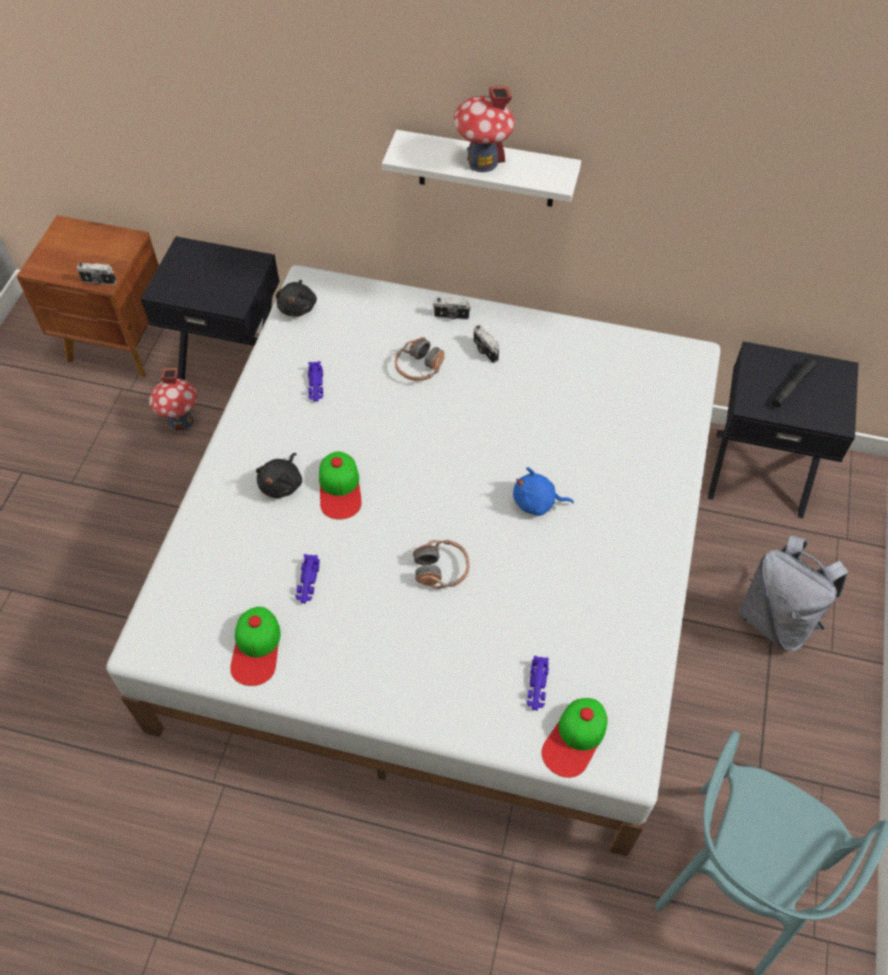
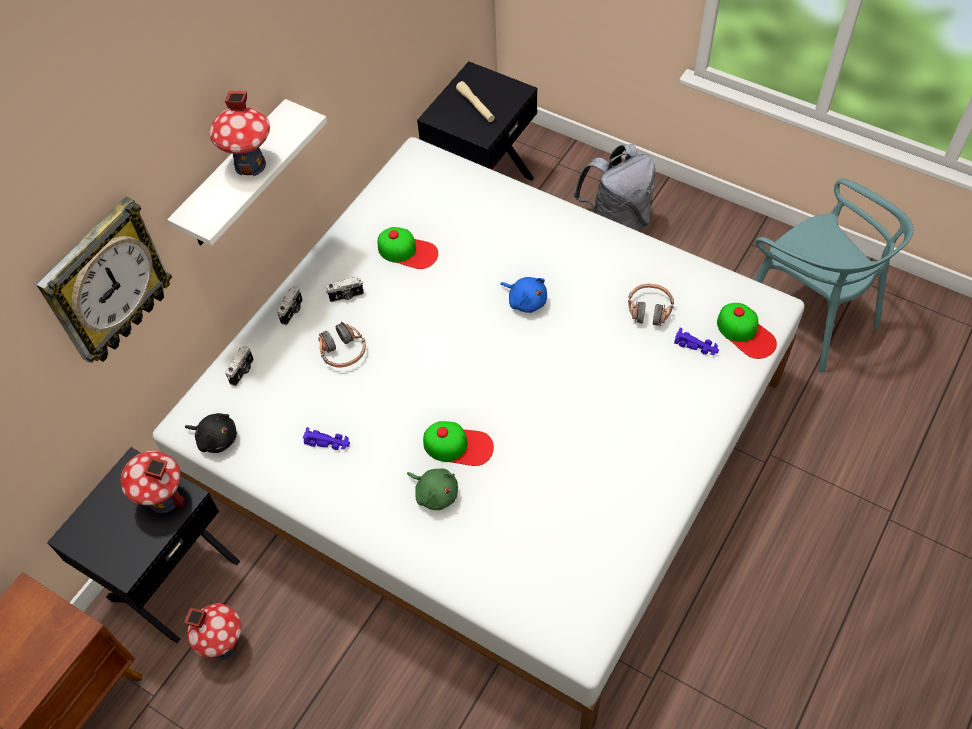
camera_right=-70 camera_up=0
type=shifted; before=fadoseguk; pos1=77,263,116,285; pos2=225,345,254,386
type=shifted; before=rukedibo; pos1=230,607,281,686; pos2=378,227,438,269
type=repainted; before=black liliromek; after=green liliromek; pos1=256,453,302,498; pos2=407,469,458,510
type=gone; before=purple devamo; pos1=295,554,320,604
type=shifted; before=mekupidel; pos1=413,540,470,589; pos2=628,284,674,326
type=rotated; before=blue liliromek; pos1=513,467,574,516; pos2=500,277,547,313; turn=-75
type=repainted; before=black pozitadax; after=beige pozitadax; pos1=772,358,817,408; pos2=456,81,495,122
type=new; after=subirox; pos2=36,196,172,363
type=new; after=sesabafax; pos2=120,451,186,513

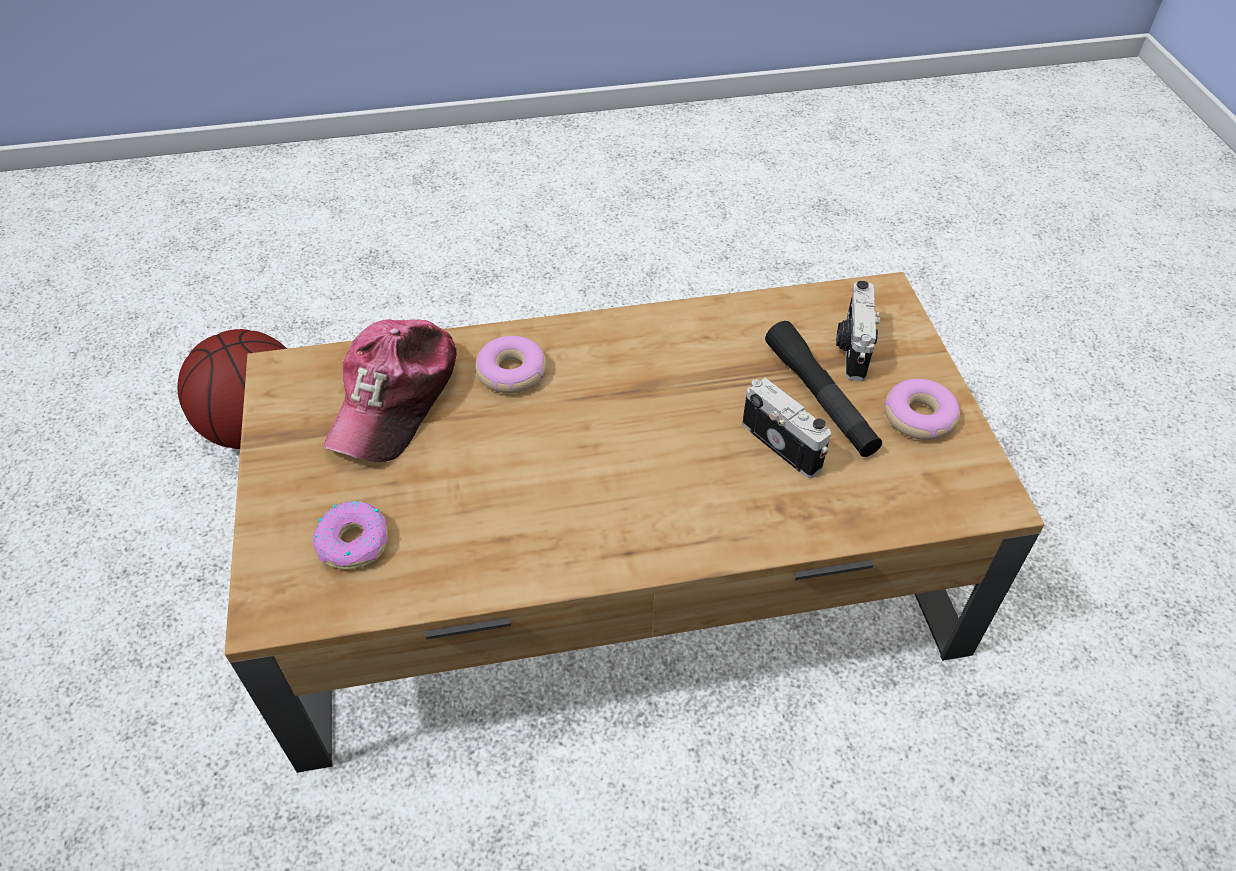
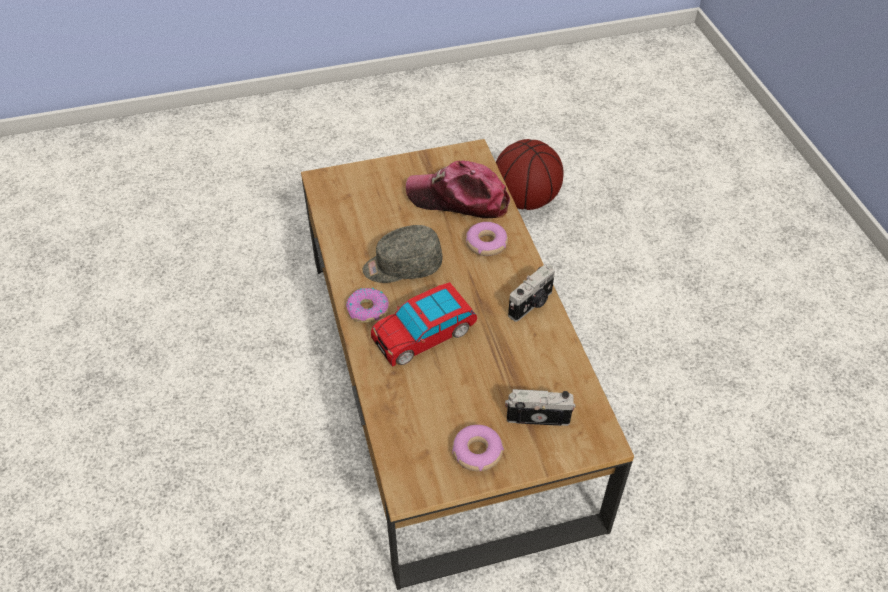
camera_right=85 camera_up=0
type=shifted; before=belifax; pos1=313,501,388,569; pos2=346,288,389,323
type=shifted; before=fadoseguk; pos1=742,378,831,478; pos2=508,264,555,322
type=gone; before=black pozitadax; pos1=765,321,882,457
type=new; after=grey rukedibo; pos2=363,225,443,283
type=new; after=devamo; pos2=371,282,477,367

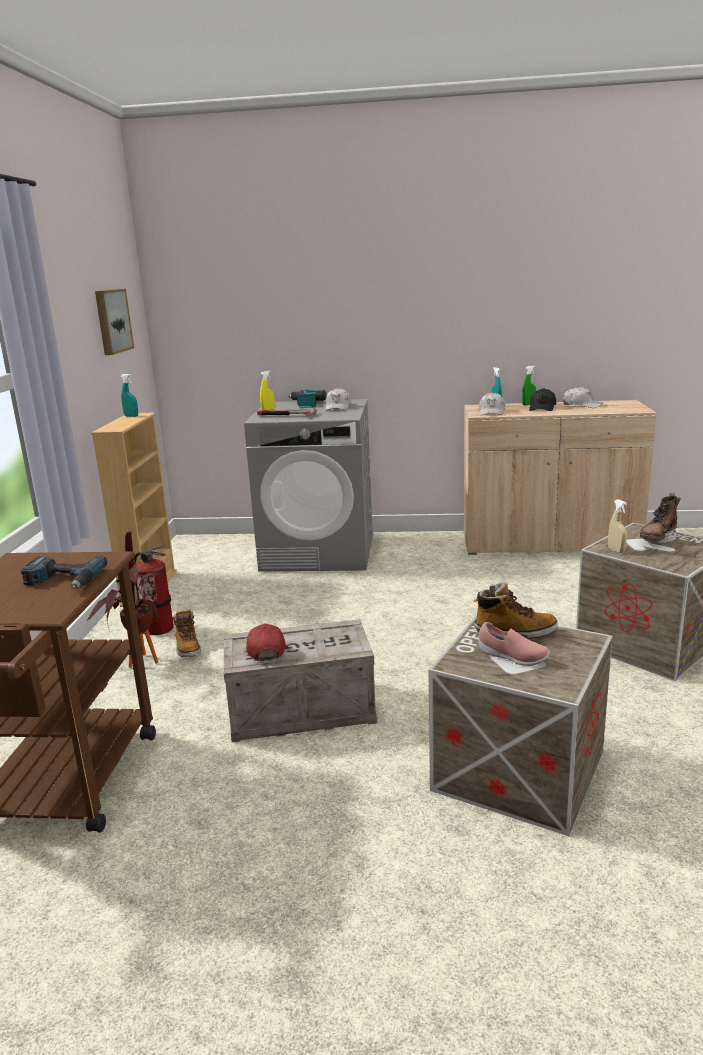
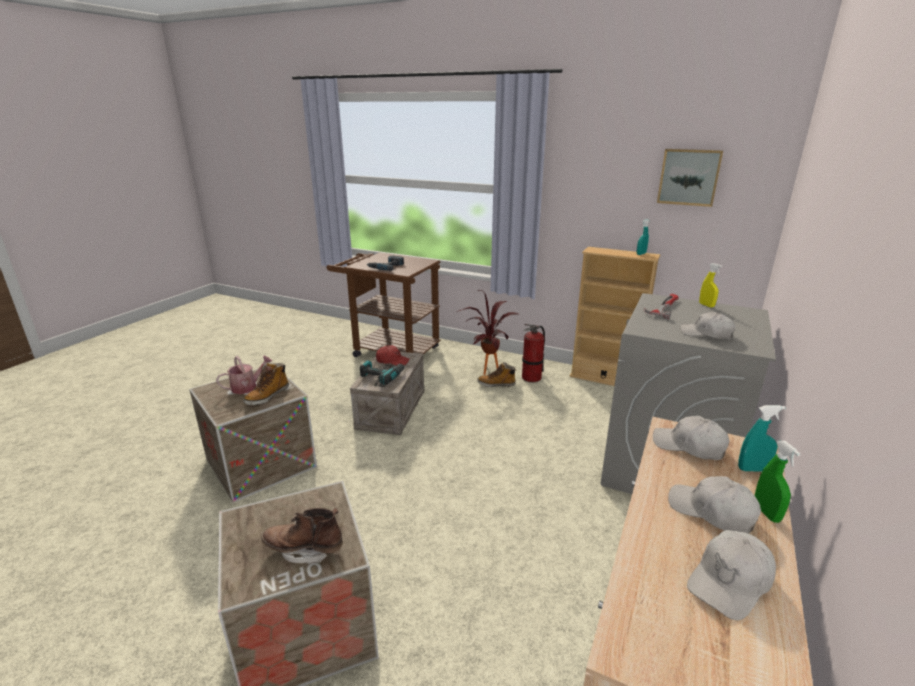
camera_right=110 camera_up=5
type=shifted; before=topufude; pos1=287,390,327,408; pos2=360,360,404,385
type=swapped; before=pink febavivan; after=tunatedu; pos1=479,622,550,666; pos2=216,355,272,394
type=repainted; before=black rukedibo; after=white rukedibo; pos1=529,388,556,411; pos2=668,476,761,534
type=gone; before=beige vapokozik; pos1=608,499,627,553
type=rotated; before=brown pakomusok; pos1=638,493,681,544; pos2=261,508,343,564; turn=-60

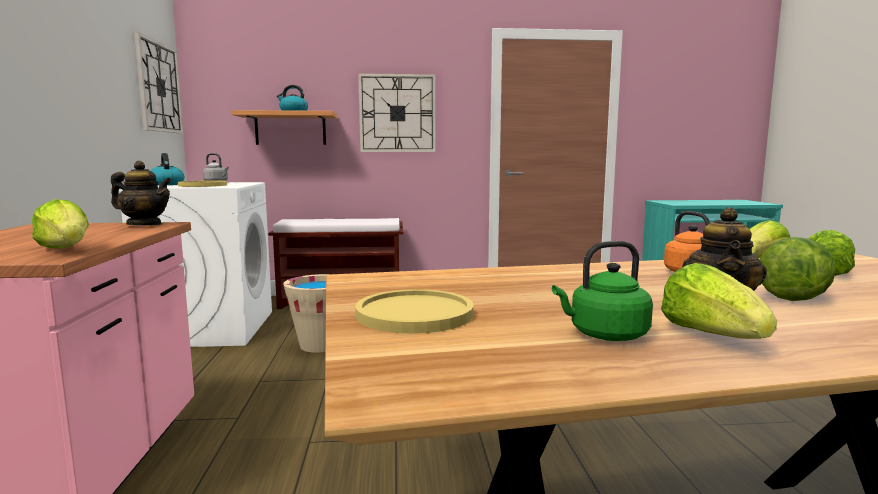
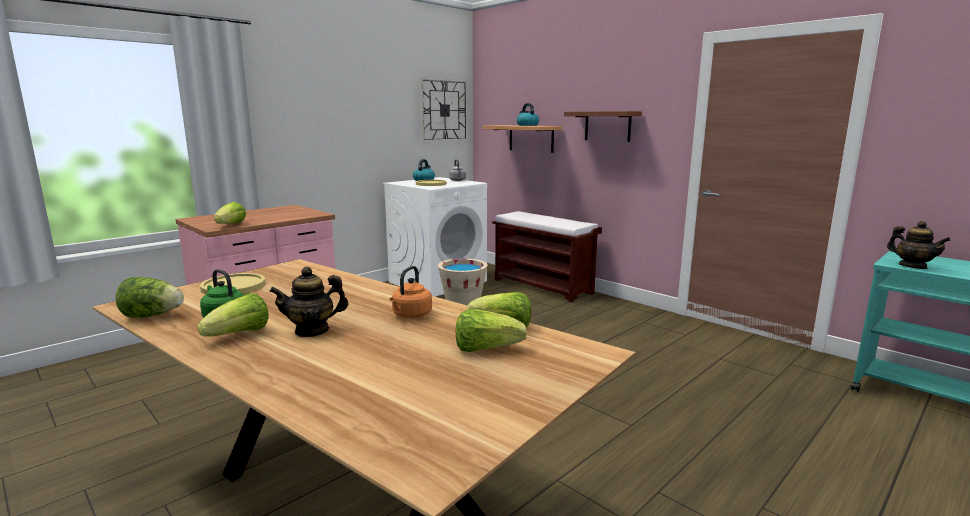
camera_right=50 camera_up=5
type=shifted; before=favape; pos1=111,161,172,225; pos2=887,221,951,269
type=swapped; before=subirox; after=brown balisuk; pos1=358,73,436,152; pos2=564,111,642,142
type=shifted; before=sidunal; pos1=760,237,836,301; pos2=115,277,184,318

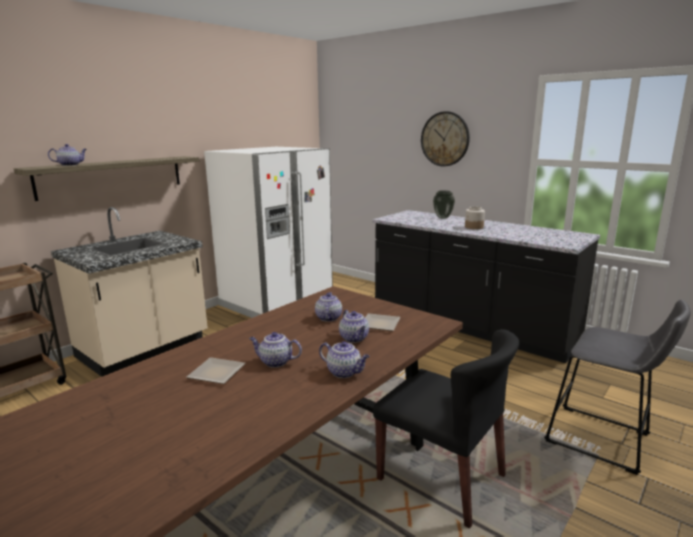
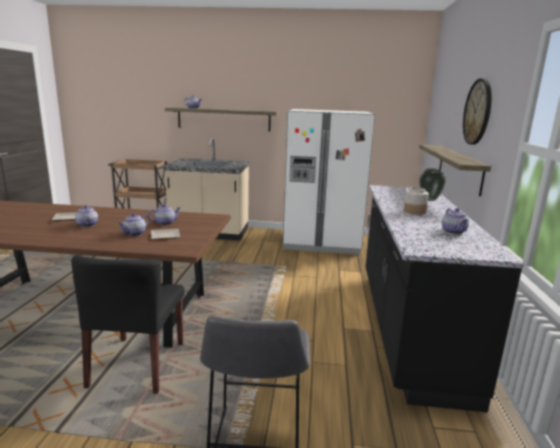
camera_right=55 camera_up=0
type=shifted; before=favape; pos1=319,341,370,378; pos2=442,208,469,234
type=new; after=balisuk; pos2=419,144,491,196

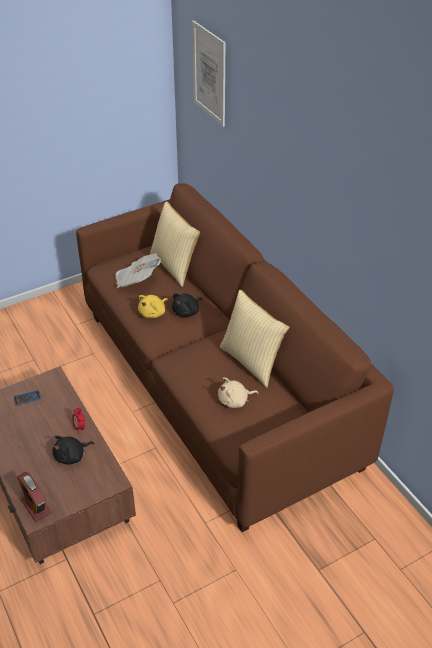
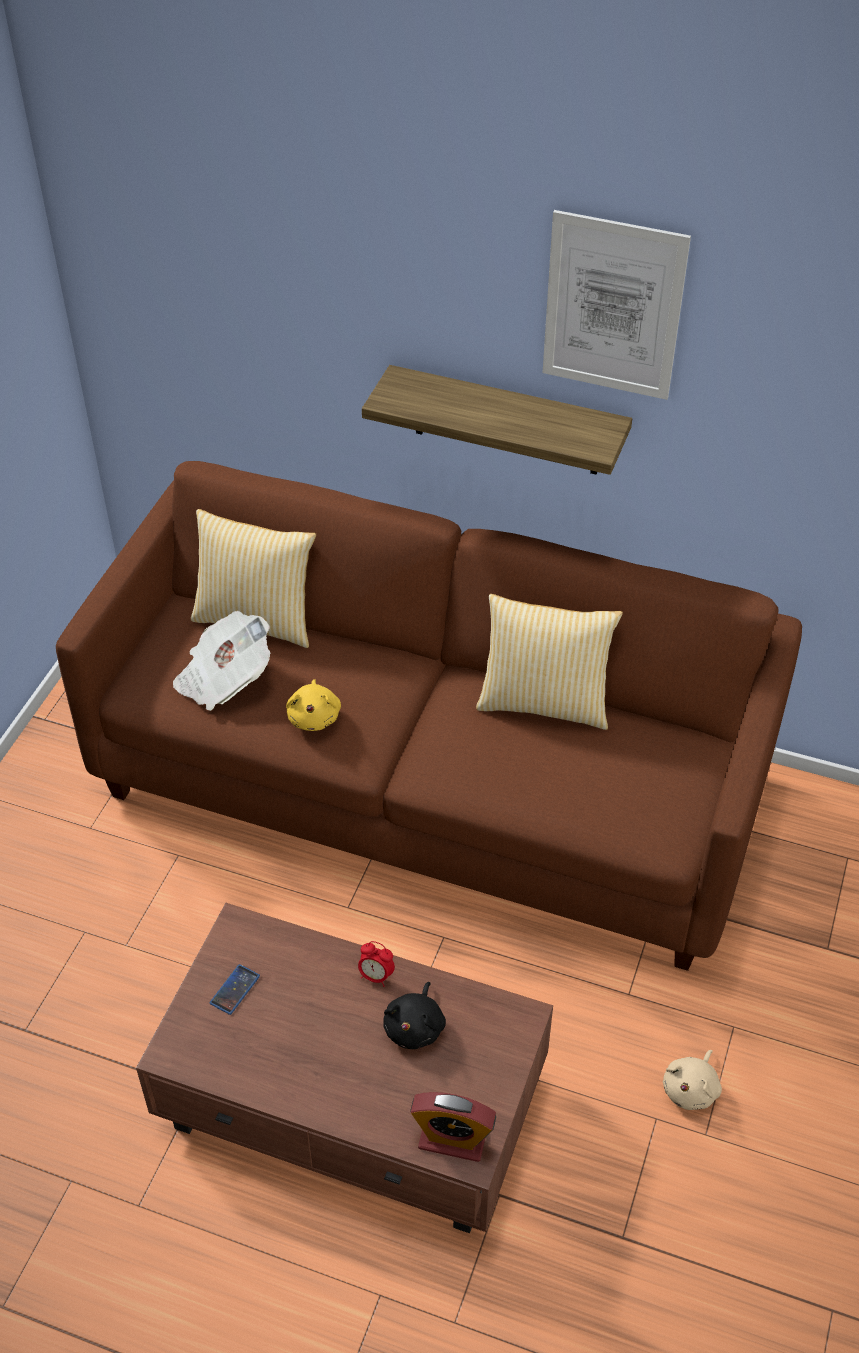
camera_right=-40 camera_up=5
type=gone; before=black liliromek; pos1=172,293,202,317
type=shifted; before=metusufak; pos1=192,21,225,127; pos2=542,210,691,400
type=shifted; before=beige liliromek; pos1=218,377,259,408; pos2=663,1050,722,1110
type=new; after=balisuk; pos2=362,365,632,475

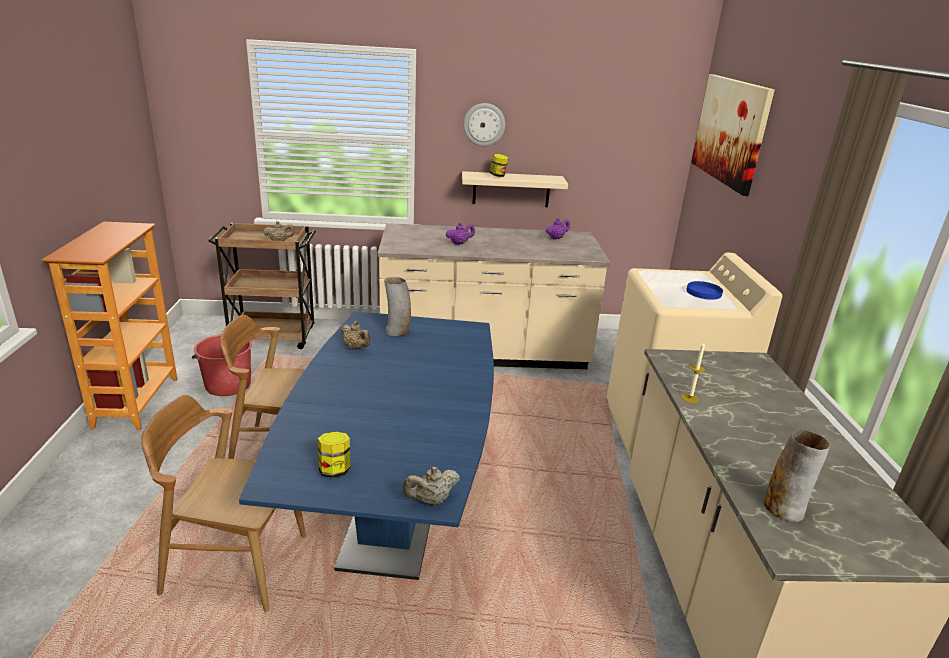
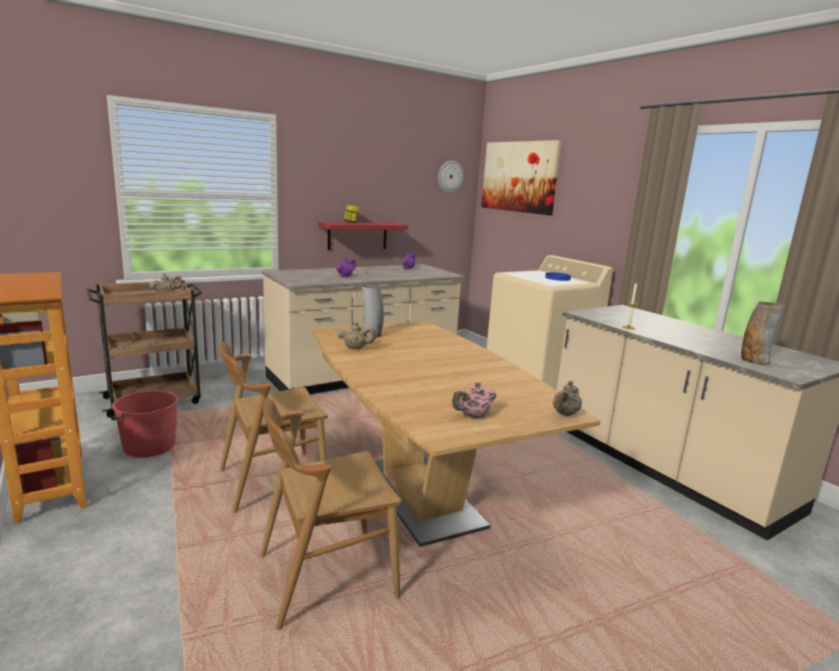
camera_right=-30 camera_up=-10
type=repainted; before=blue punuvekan; after=brown punuvekan; pos1=239,311,494,580; pos2=313,322,600,547
type=swapped; before=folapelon; after=pink favape; pos1=318,431,350,478; pos2=452,382,496,418
type=repainted; before=beige balisuk; after=red balisuk; pos1=462,171,568,207; pos2=318,222,408,250
type=shifted; before=subirox; pos1=463,103,505,146; pos2=438,160,464,193

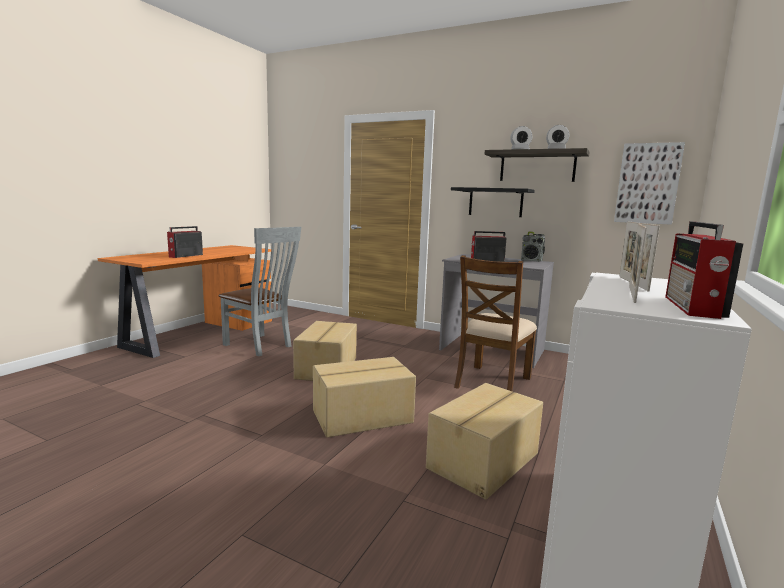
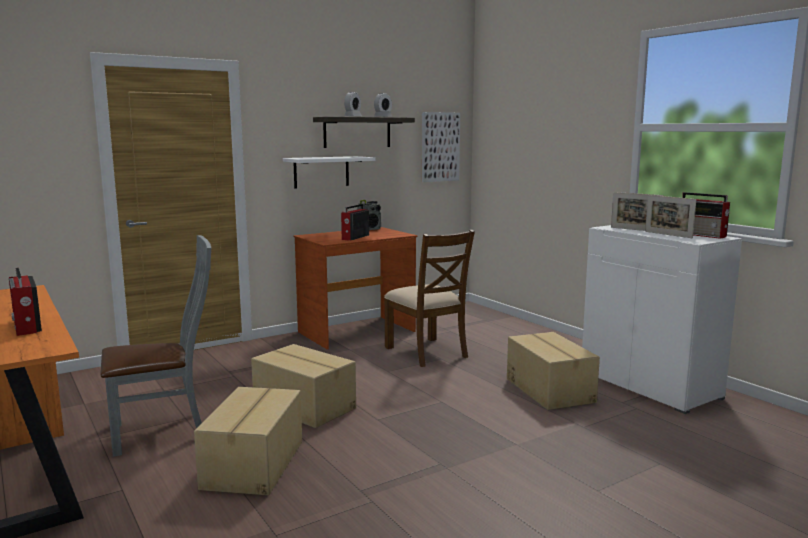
camera_right=-60 camera_up=0
type=shifted; before=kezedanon; pos1=313,357,416,437; pos2=194,387,302,496
type=repainted; before=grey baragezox; after=brown baragezox; pos1=439,254,554,368; pos2=294,227,418,349
type=repainted; before=black balisuk; after=white balisuk; pos1=451,187,535,217; pos2=283,156,375,189

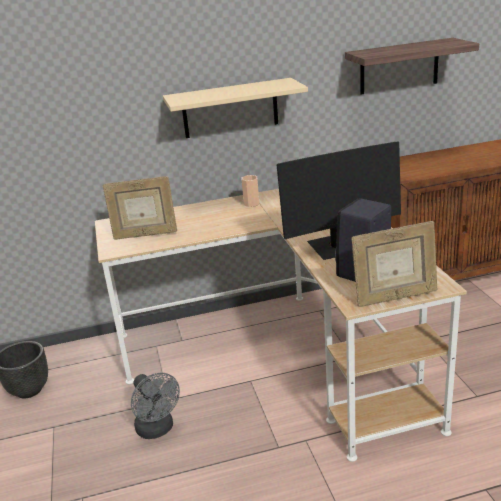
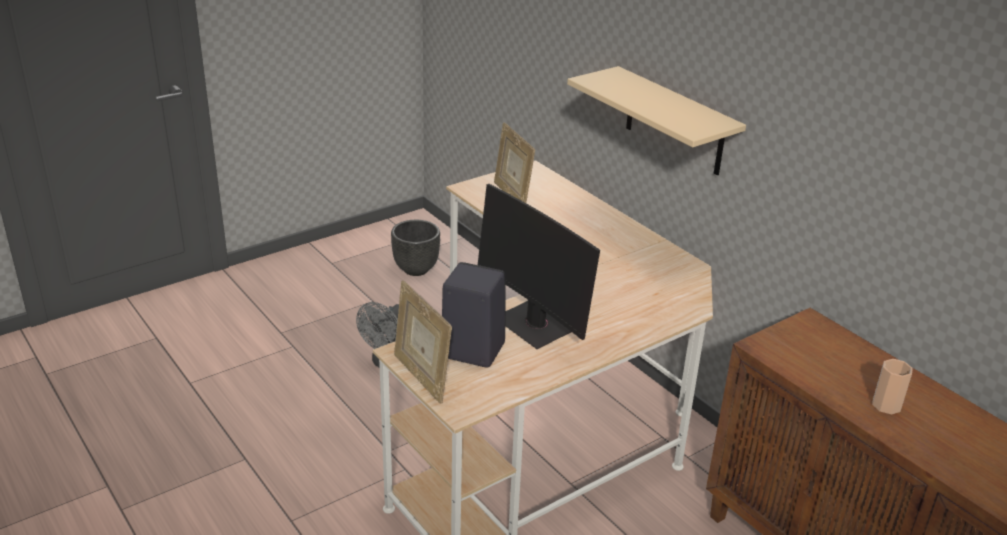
camera_right=65 camera_up=5
type=shifted; before=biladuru; pos1=241,175,259,207; pos2=872,359,913,414
type=gone; before=balisuk; pos1=345,38,479,95

